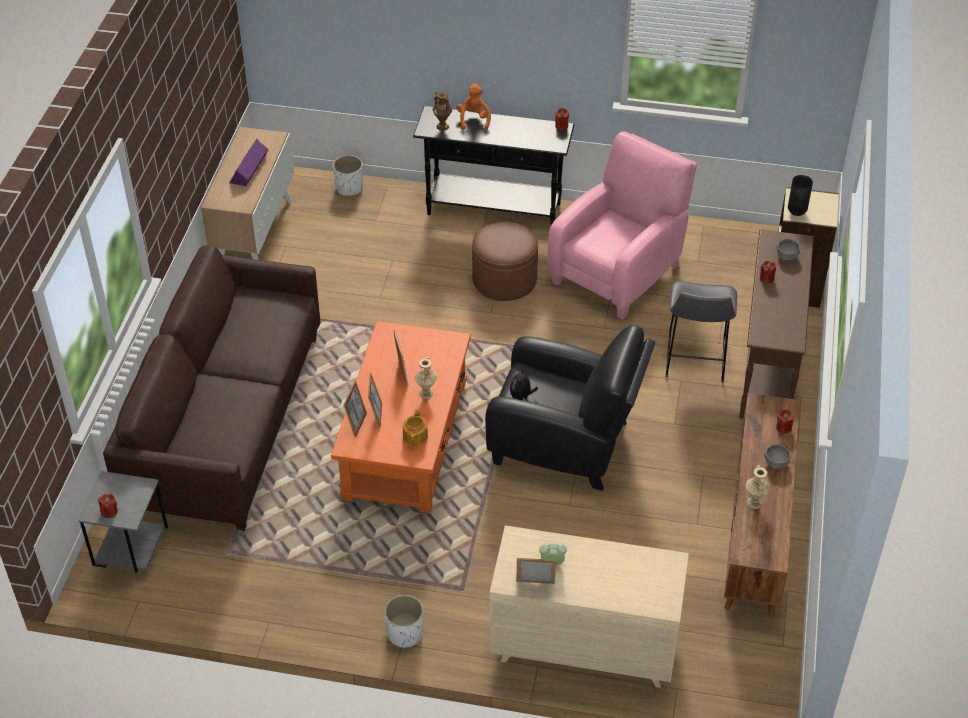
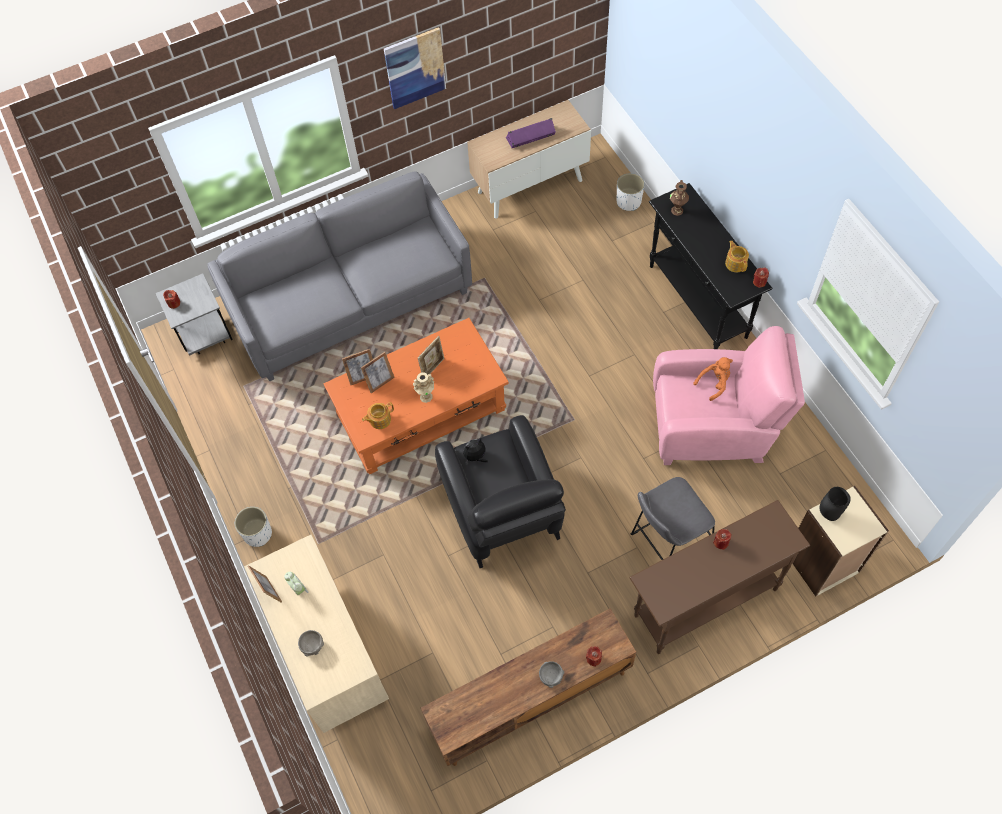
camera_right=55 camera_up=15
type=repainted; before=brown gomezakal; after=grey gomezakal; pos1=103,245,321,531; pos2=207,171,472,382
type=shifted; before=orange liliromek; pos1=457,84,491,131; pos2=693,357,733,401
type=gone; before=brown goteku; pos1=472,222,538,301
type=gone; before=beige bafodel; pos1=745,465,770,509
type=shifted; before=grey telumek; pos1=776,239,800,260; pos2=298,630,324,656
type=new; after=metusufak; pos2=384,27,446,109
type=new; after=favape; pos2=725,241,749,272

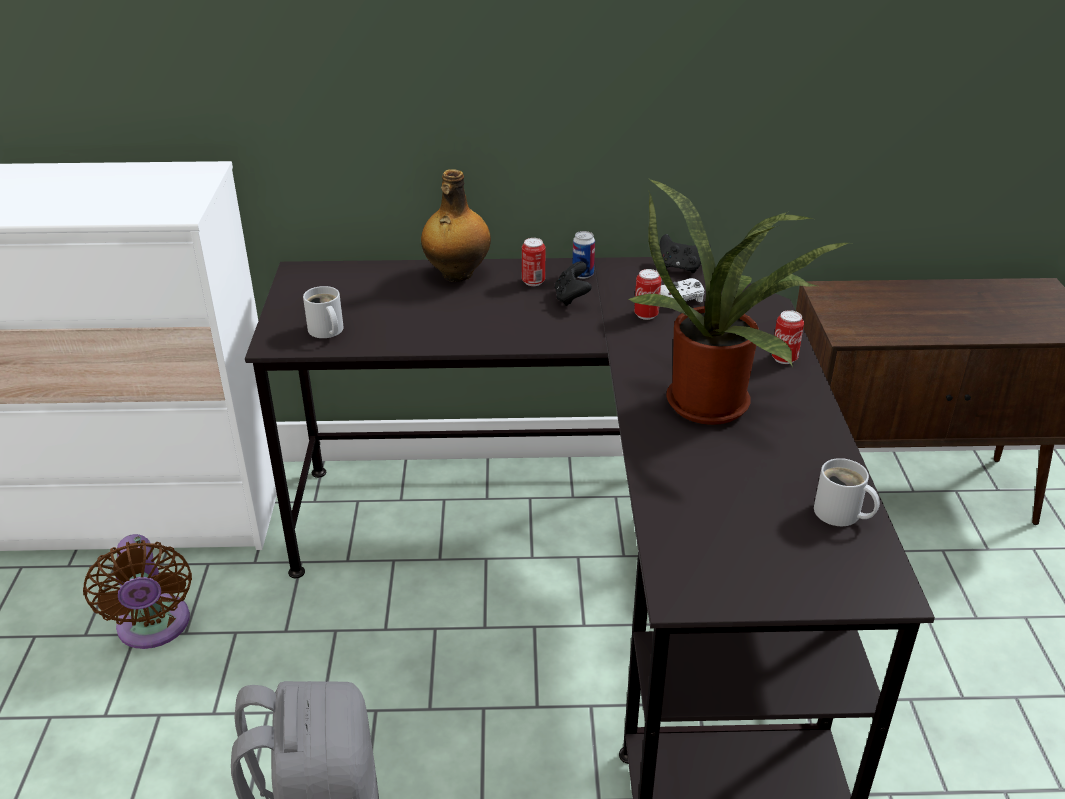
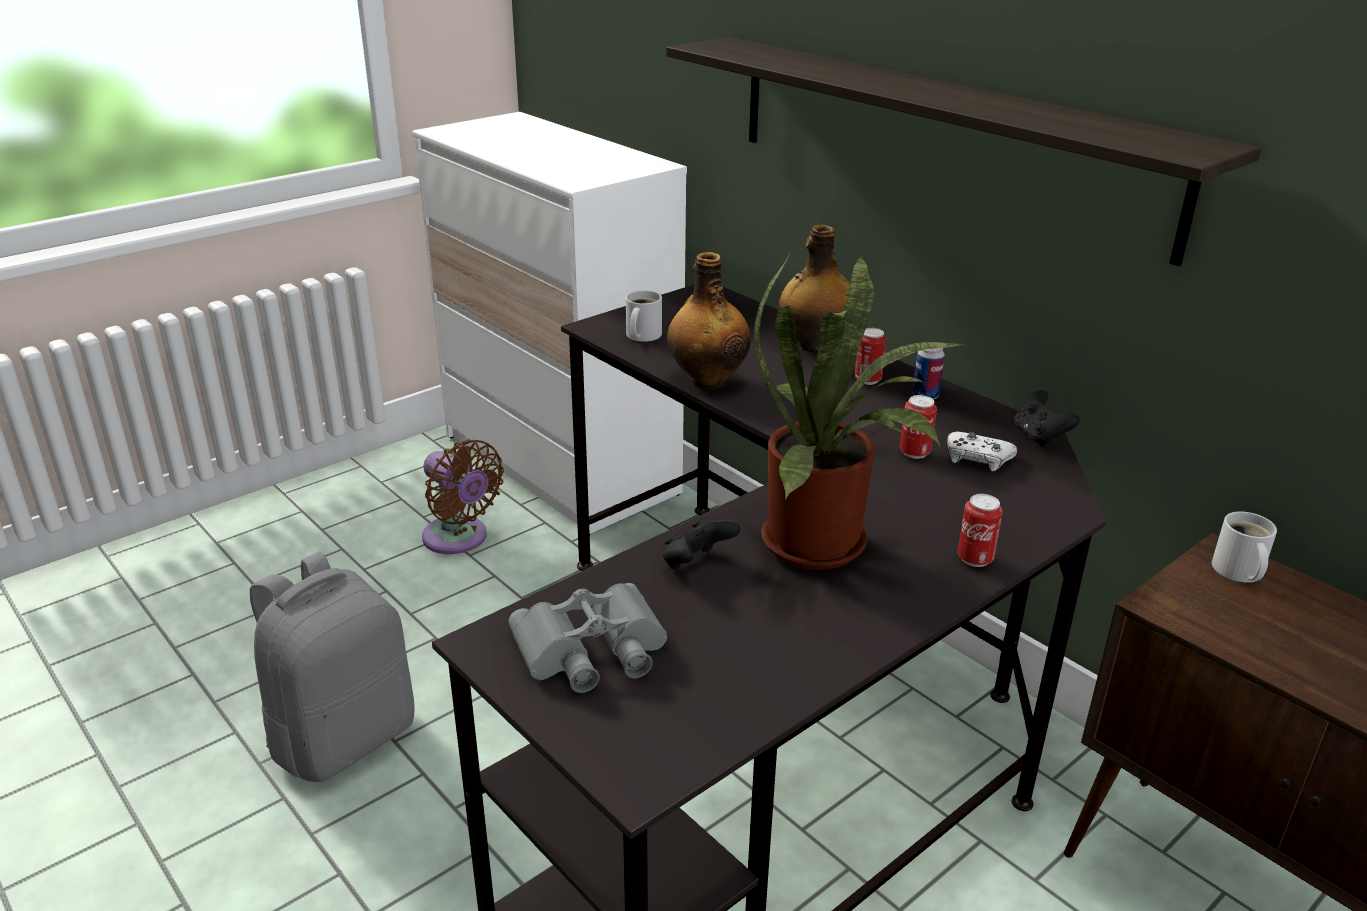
camera_right=50 camera_up=-5
type=rotated; before=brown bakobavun; pos1=83,534,192,649; pos2=422,439,504,554; turn=-75
type=shifted; before=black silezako; pos1=555,261,592,306; pos2=663,519,740,569
type=shifted; before=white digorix; pos1=814,458,880,526; pos2=1212,511,1277,583
type=new; after=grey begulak; pos2=509,583,667,693
type=new; after=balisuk; pos2=666,37,1262,266
type=new; after=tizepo; pos2=667,252,751,389

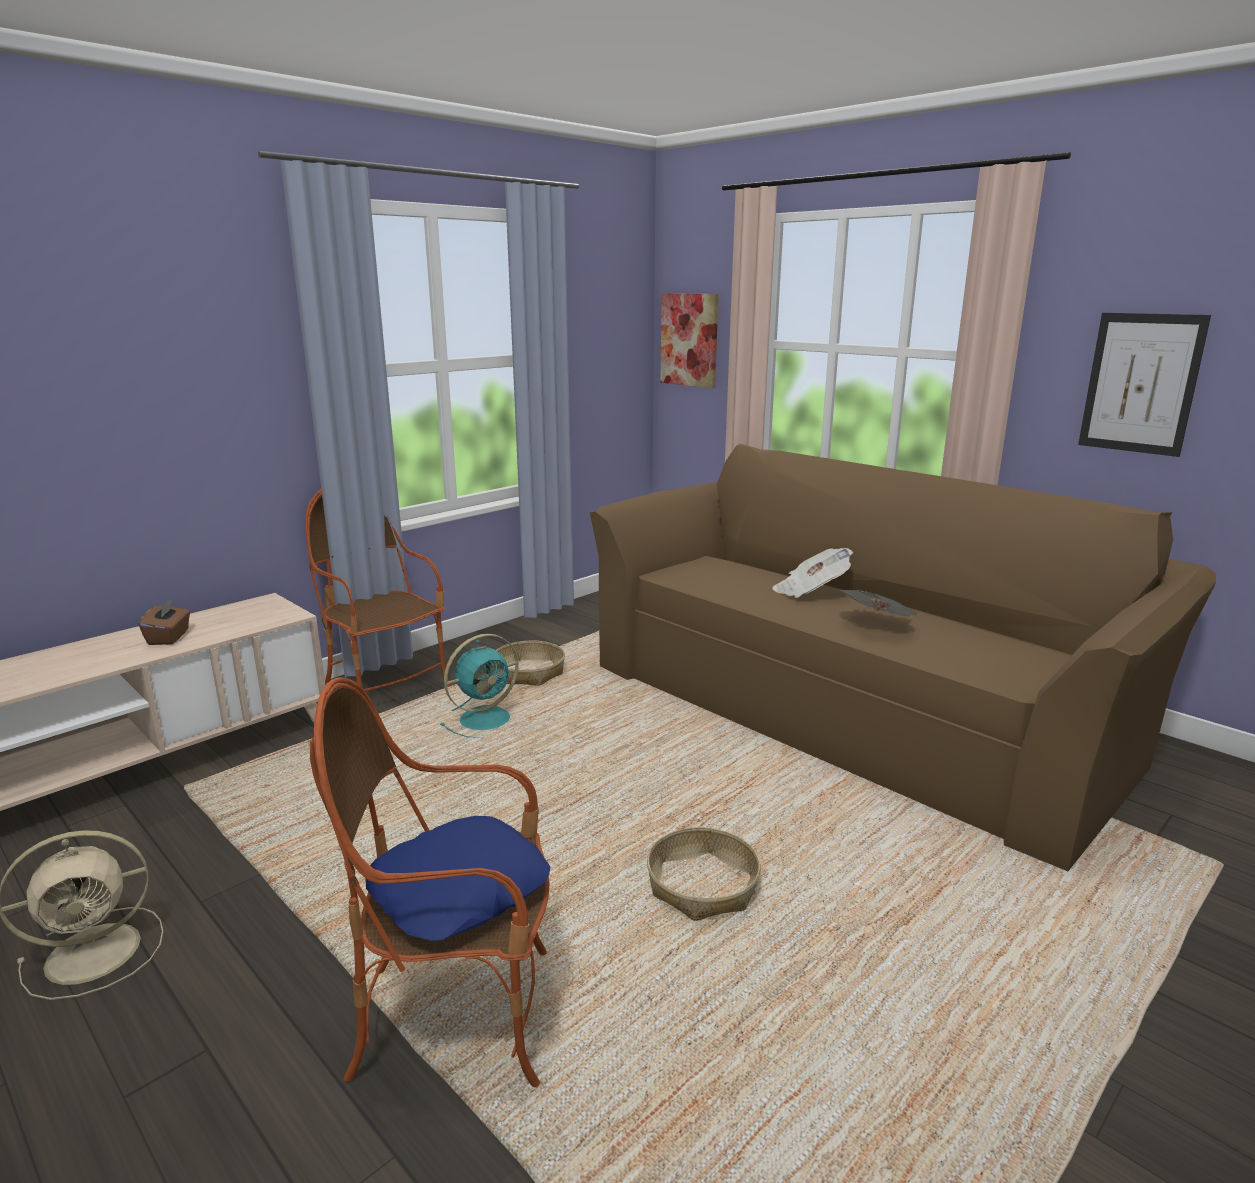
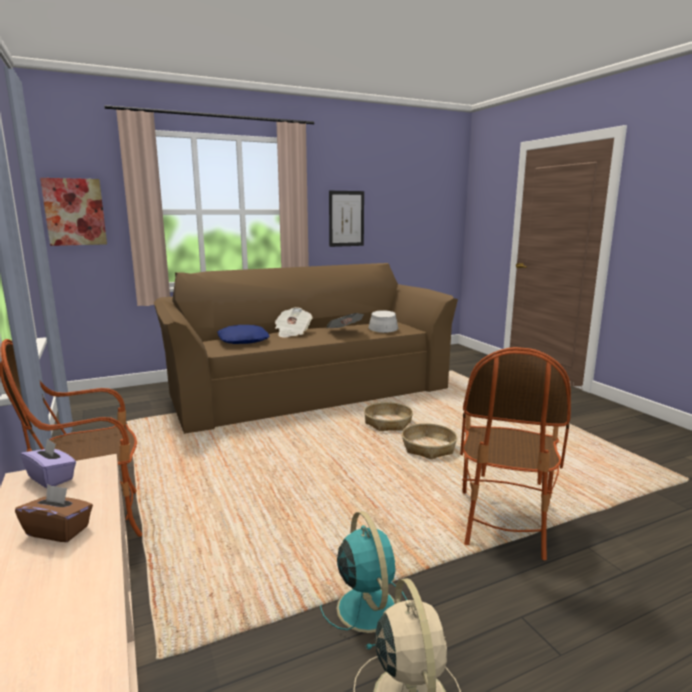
camera_right=-70 camera_up=-5
type=shifted; before=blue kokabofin; pos1=366,816,550,942; pos2=217,325,269,344
type=shifted; before=turquoise bakobavun; pos1=440,634,519,738; pos2=320,511,407,649
type=shifted; before=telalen; pos1=496,641,565,686; pos2=364,402,413,431
type=new; after=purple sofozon; pos2=21,438,76,488
type=new; after=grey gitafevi; pos2=368,310,398,333

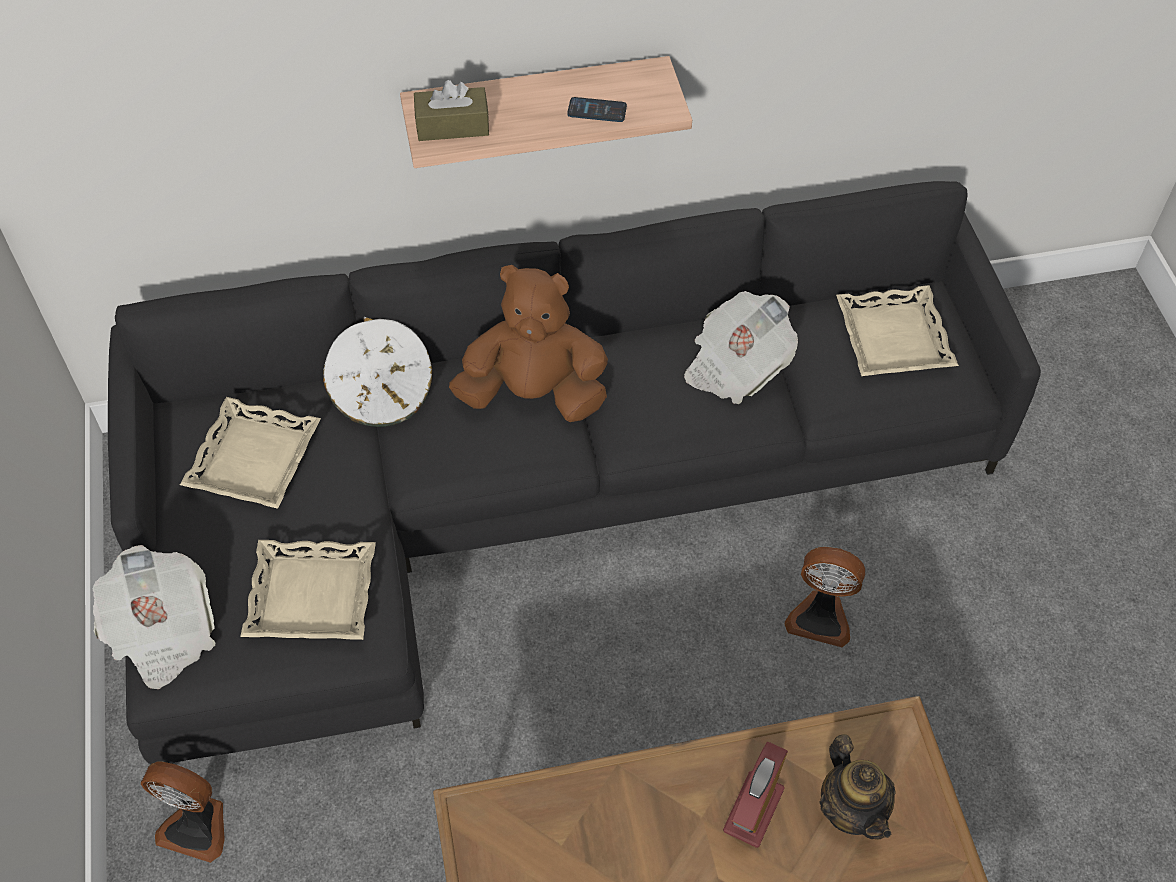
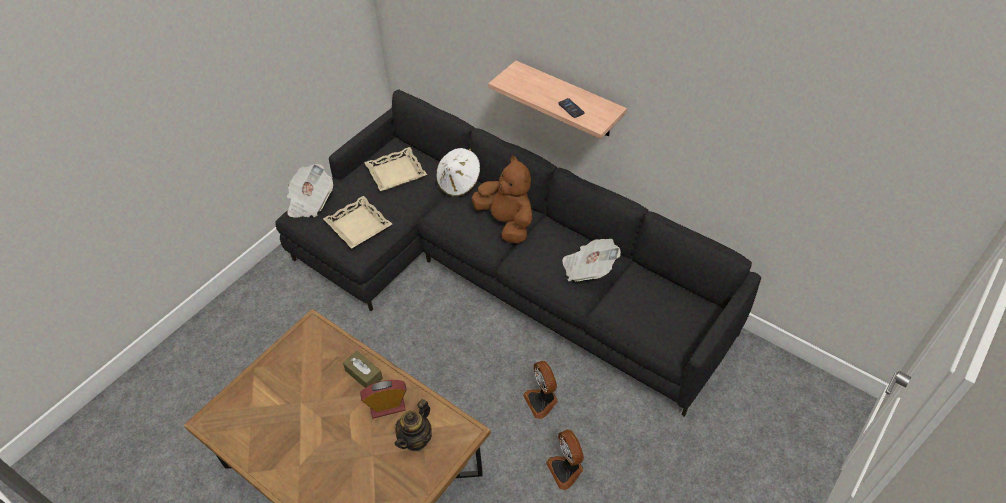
camera_right=50 camera_up=-5
type=shifted; before=bakobavun; pos1=141,761,225,863; pos2=546,429,584,490
type=shifted; before=brown sofozon; pos1=414,80,489,141; pos2=343,351,383,388
type=gone; before=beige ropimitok; pos1=836,285,959,376

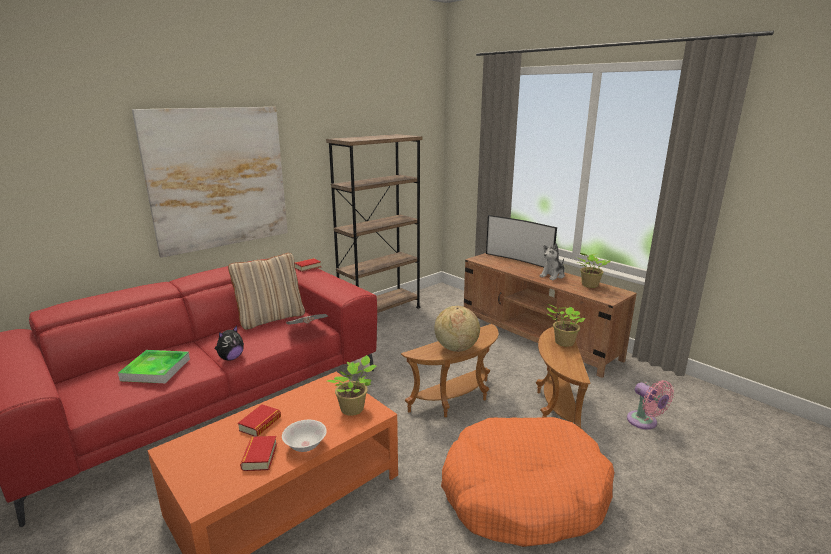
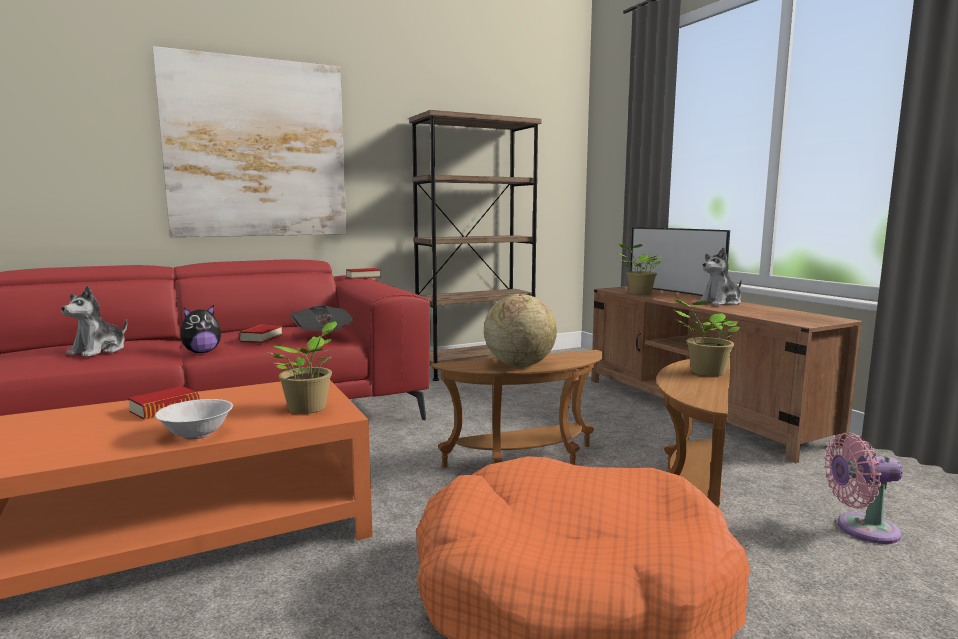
camera_right=15 camera_up=-10
type=swapped; before=ropimitok; after=liliromek; pos1=118,350,190,383; pos2=61,286,127,357
type=gone; before=beige kokabofin; pos1=228,253,305,330
type=shifted; before=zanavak; pos1=240,436,277,471; pos2=239,325,283,343
type=shifted; before=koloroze; pos1=576,253,611,288; pos2=618,244,662,295
type=rotated; before=pink bakobavun; pos1=627,380,674,429; pos2=824,432,903,544; turn=105

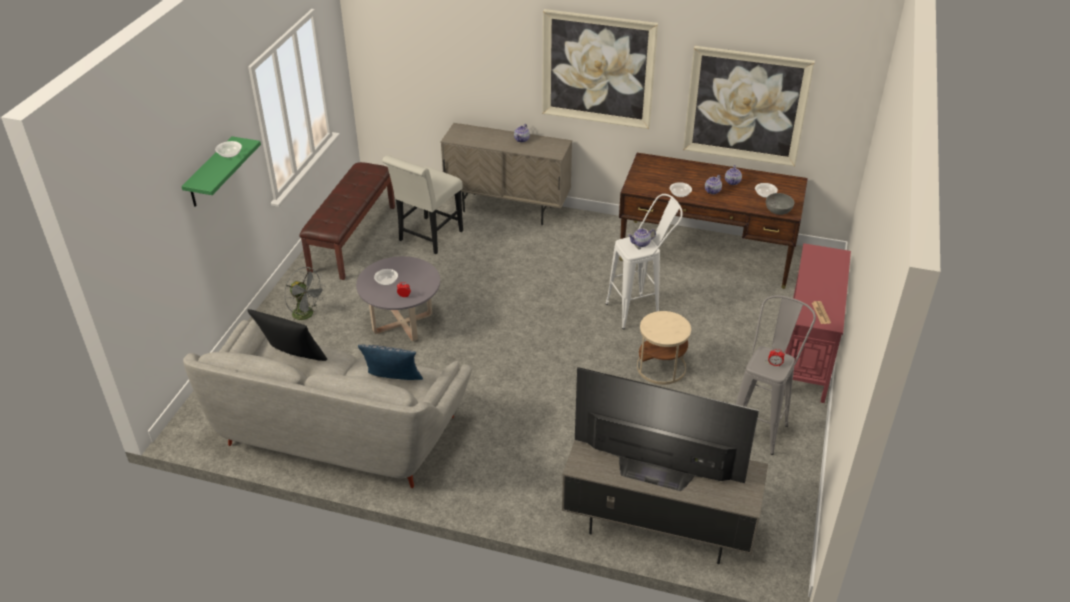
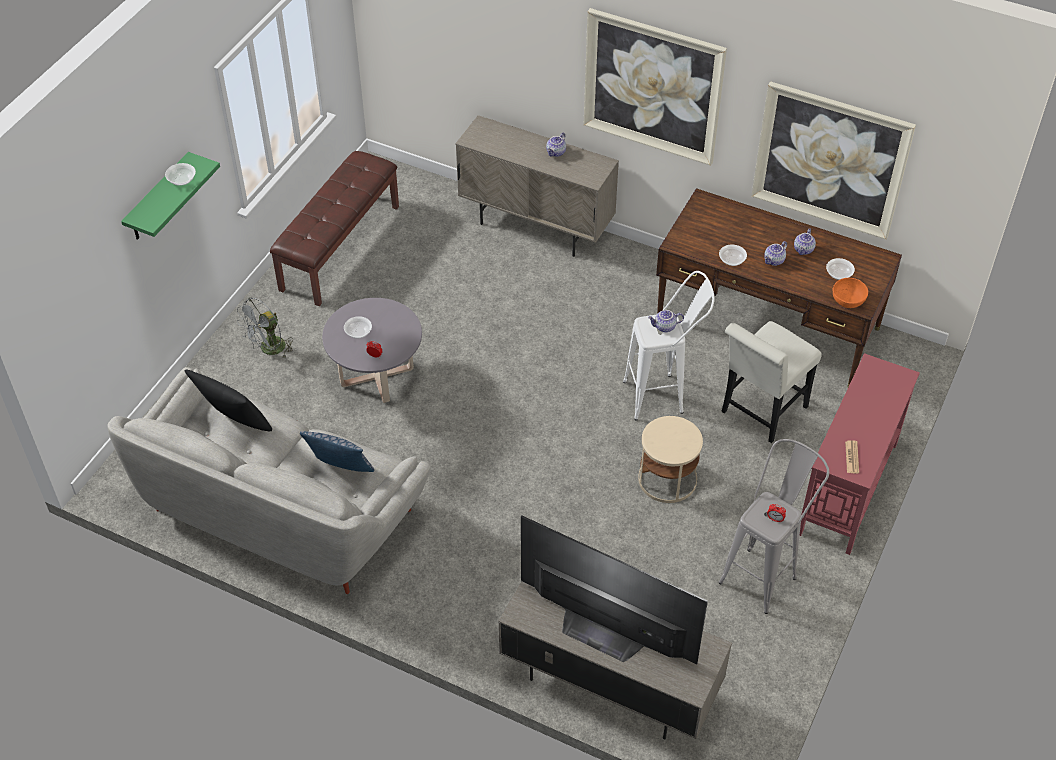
camera_right=10 camera_up=10
type=rotated; before=grey bakobavun; pos1=284,267,326,321; pos2=237,297,293,359; turn=90
type=shifted; before=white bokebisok; pos1=382,155,463,254; pos2=721,321,822,443
type=repainted; before=grey telumek; after=orange telumek; pos1=766,193,794,215; pos2=833,278,868,308

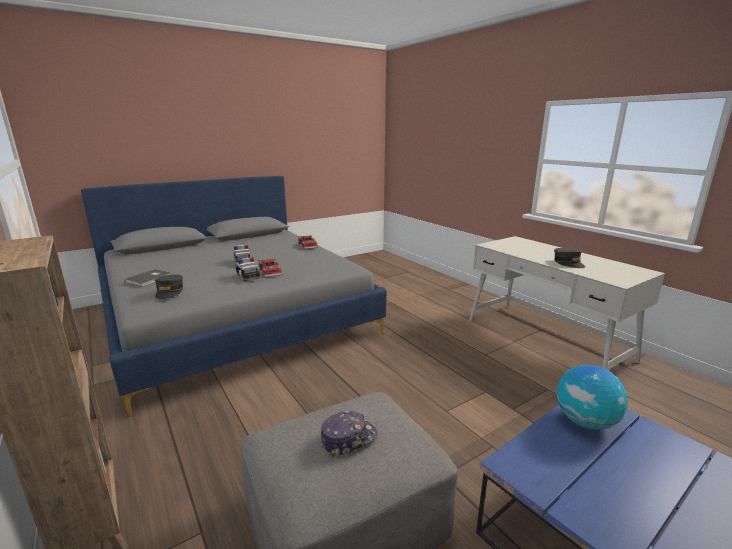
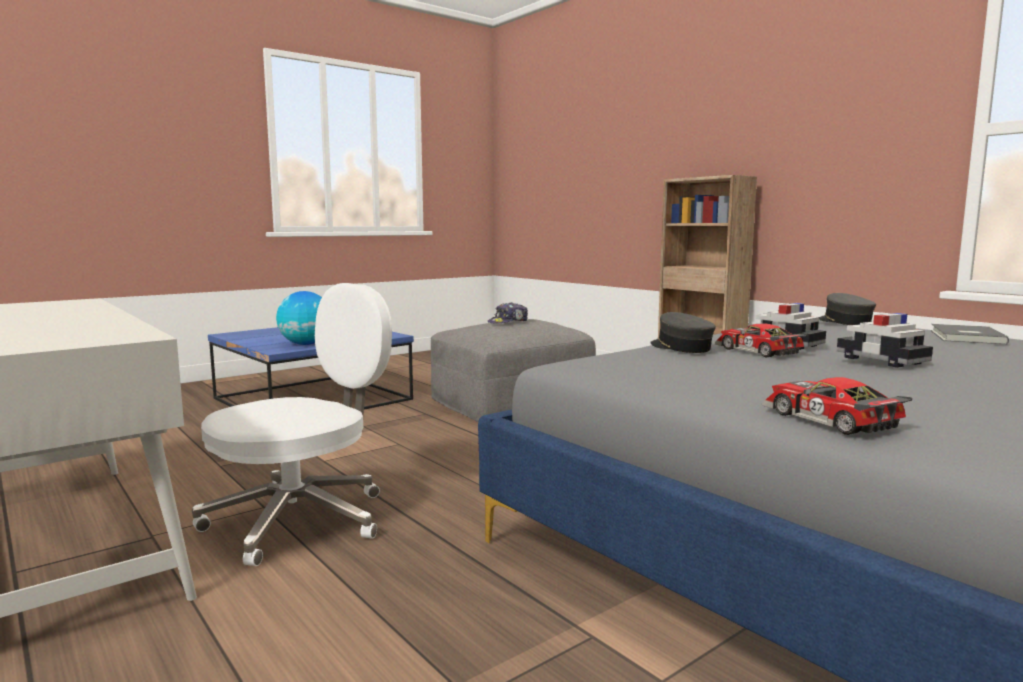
camera_right=175 camera_up=-10
type=shifted; before=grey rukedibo; pos1=554,248,585,268; pos2=650,312,716,353
type=new; after=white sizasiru; pos2=192,283,392,566

